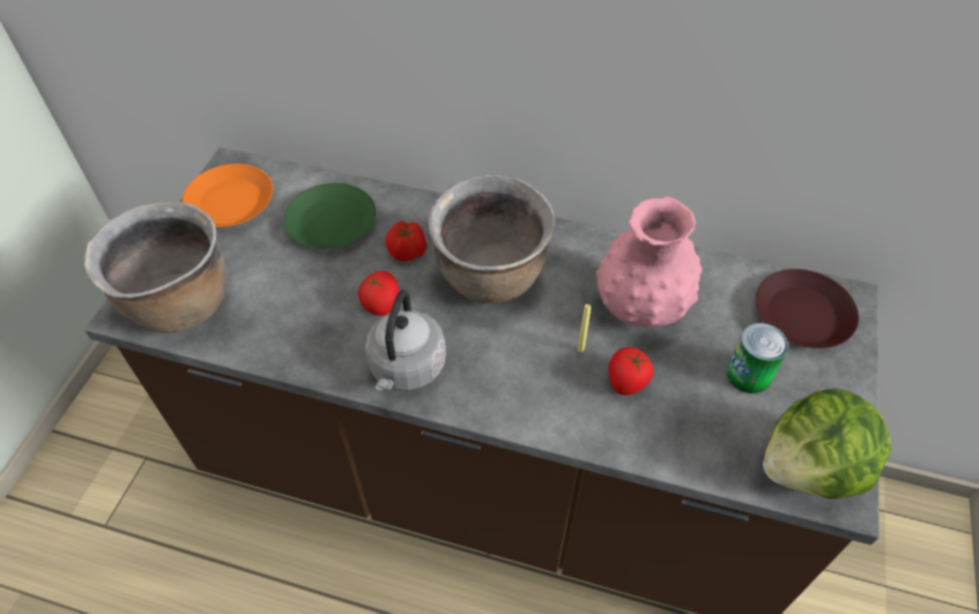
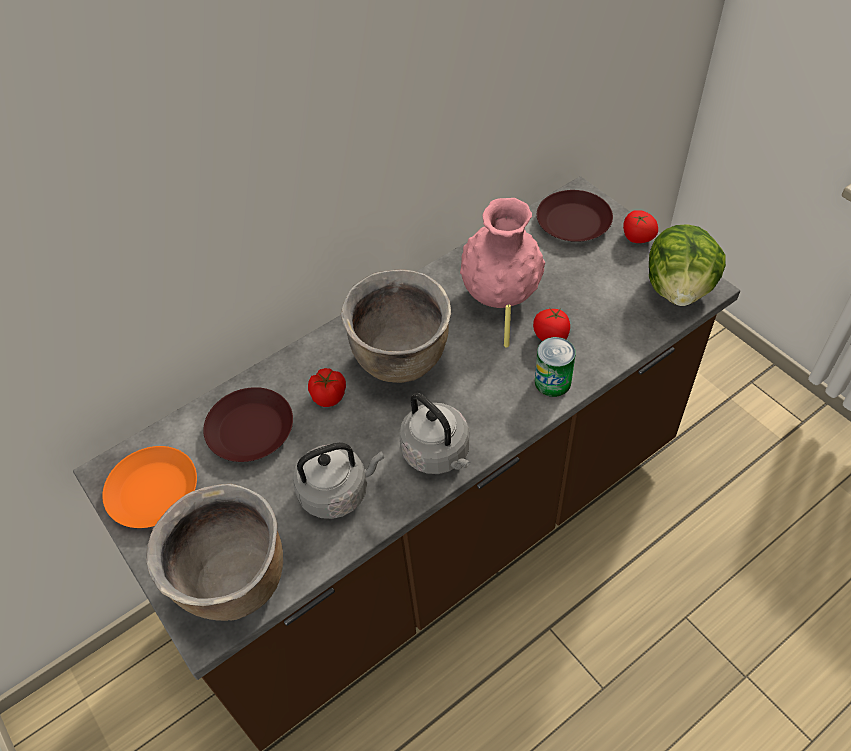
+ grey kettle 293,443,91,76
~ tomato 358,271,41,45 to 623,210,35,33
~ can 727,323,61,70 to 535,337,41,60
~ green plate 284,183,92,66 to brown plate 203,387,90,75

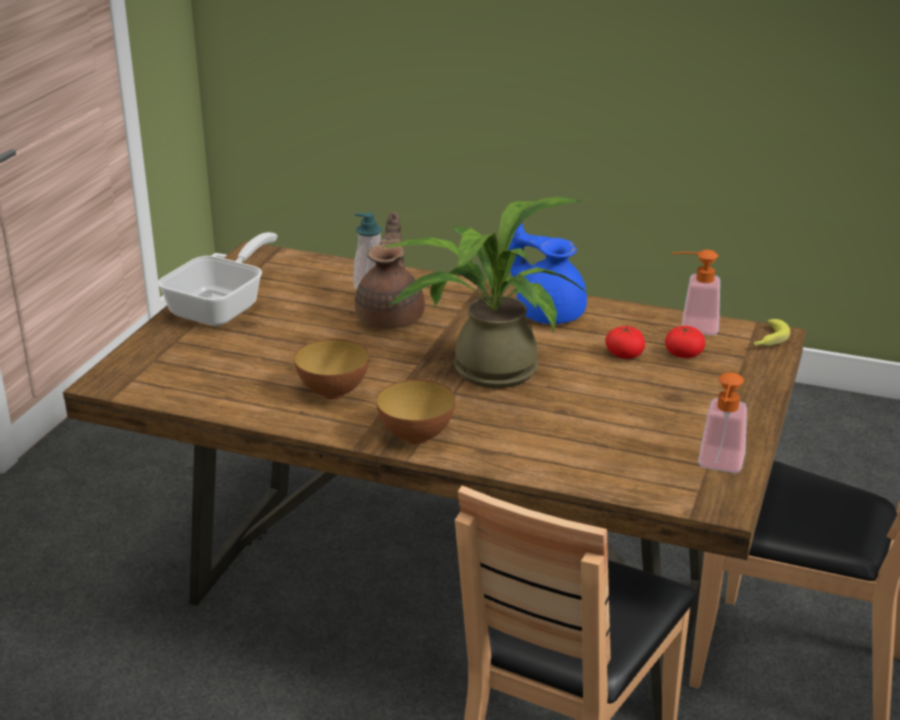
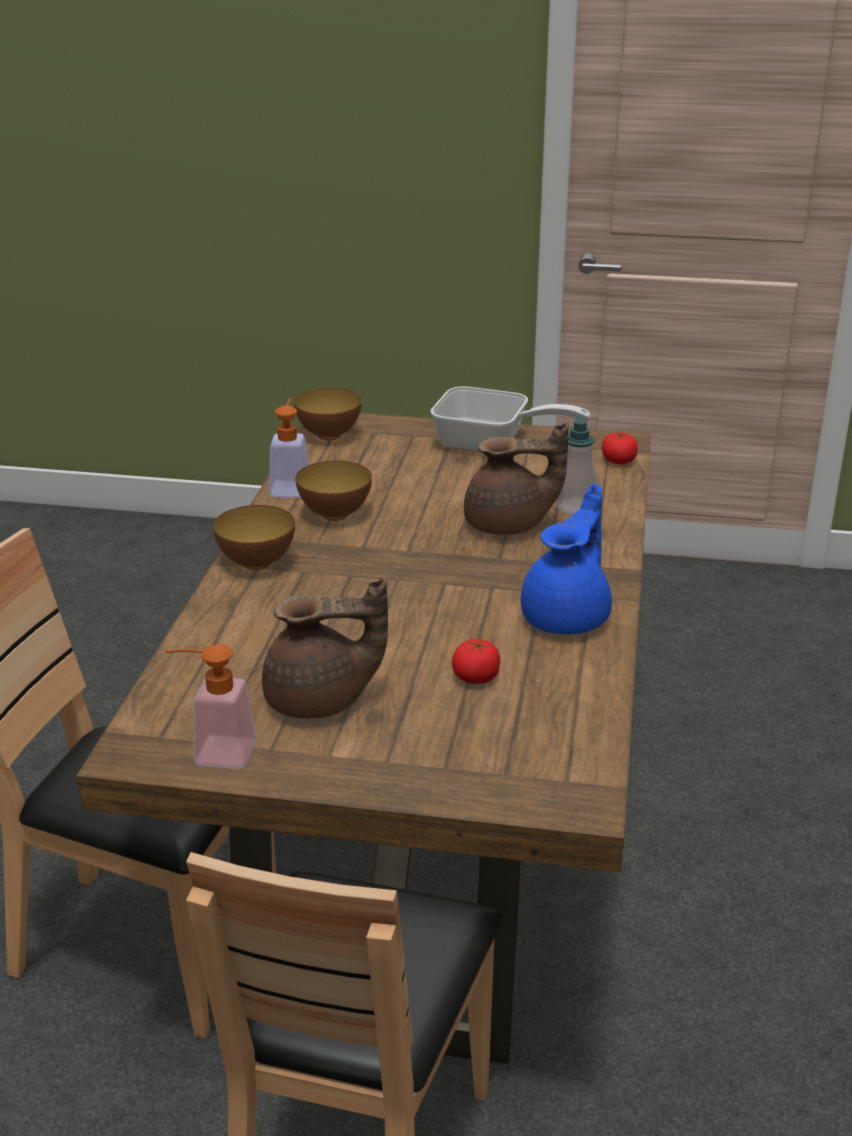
- potted plant 383,197,208,191
- banana 754,319,36,27
+ brown teapot 262,578,126,141
+ bowl 294,388,68,53
~ tomato 665,325,40,33 to 602,432,36,32
~ soap dispenser 672,250,48,85 to 269,398,40,100

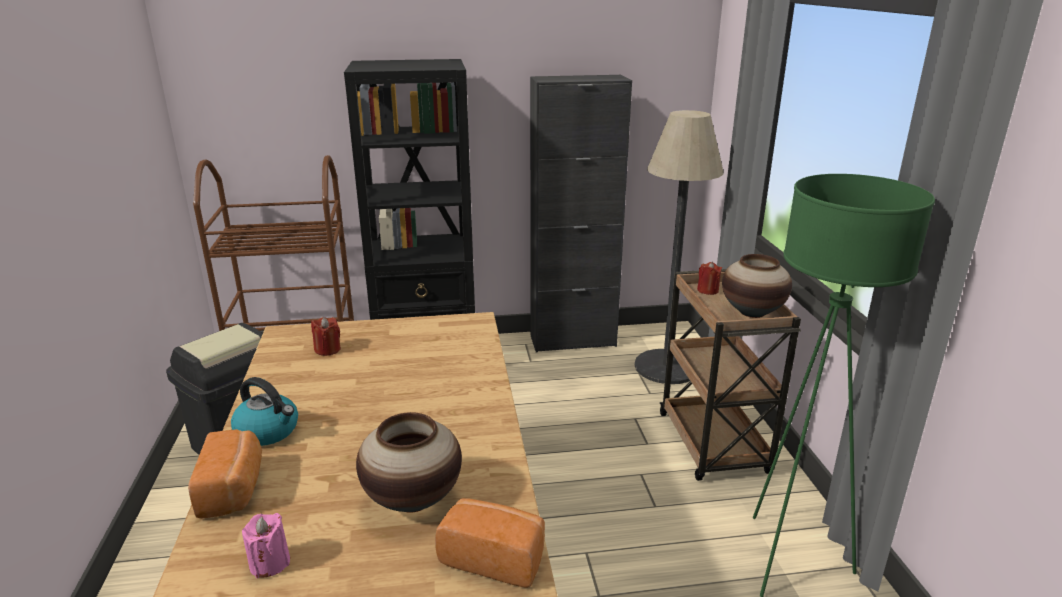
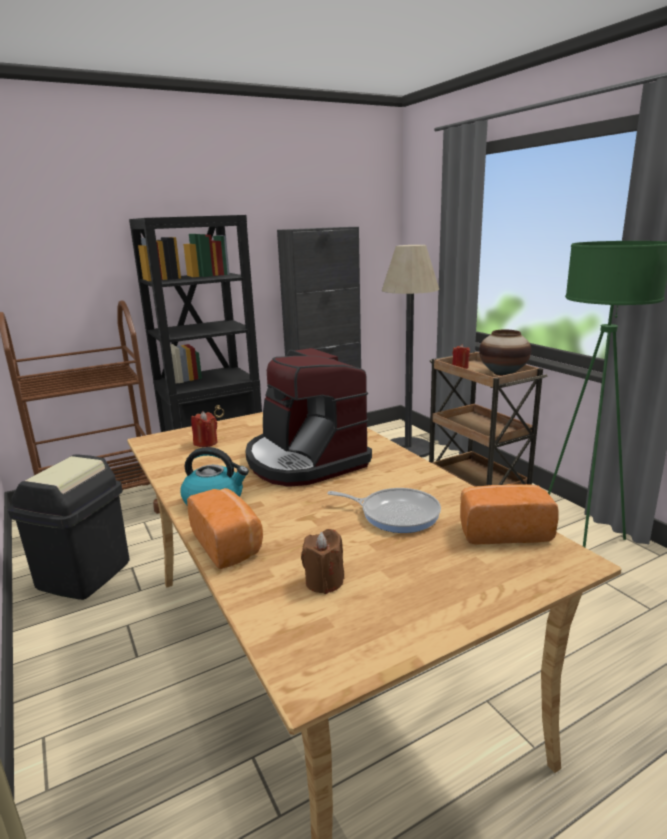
+ coffee machine 245,348,127,139
~ vase 356,412,106,101 to frying pan 327,488,114,45
~ pink candle 242,513,48,65 to brown candle 301,529,43,65

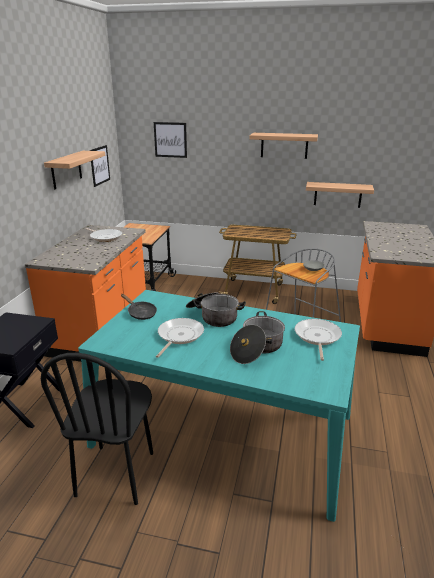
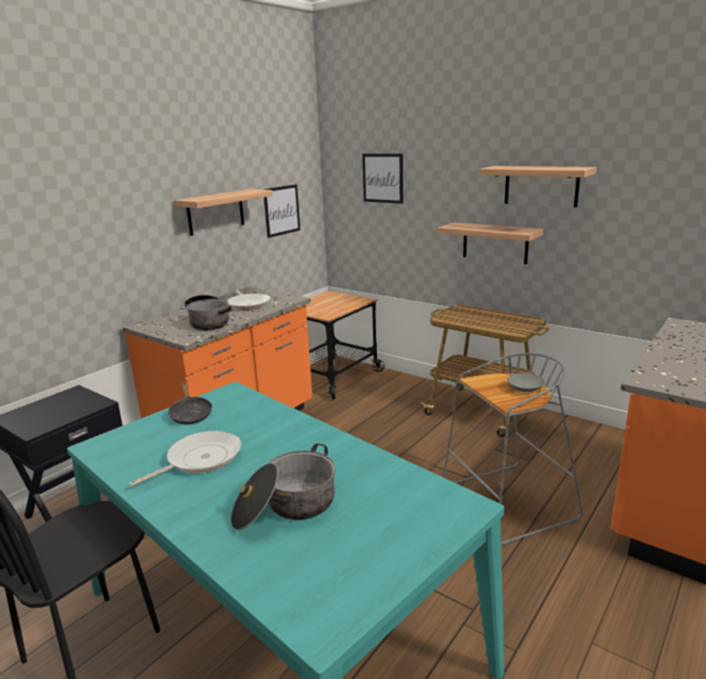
- frying pan 295,319,47,42
~ cooking pot 186,292,60,35 to 184,295,48,35
~ shelf 306,182,68,26 to 437,222,106,42

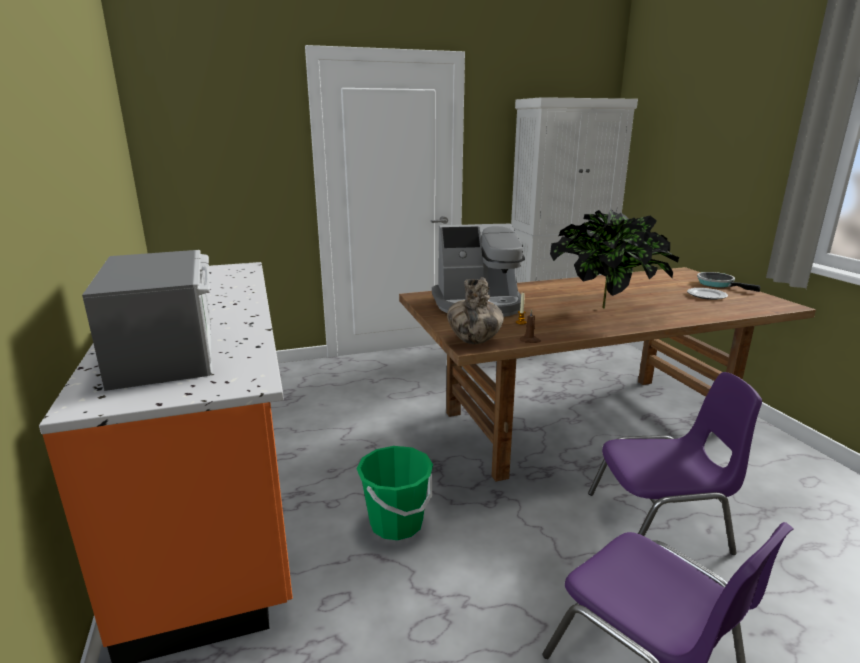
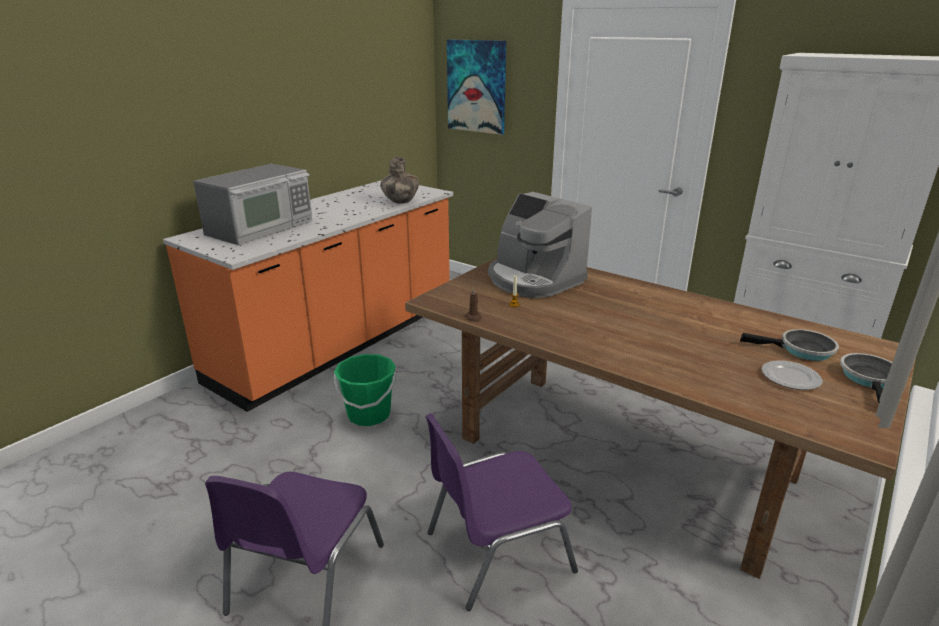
- potted plant 550,209,129,100
+ picture 447,39,59,96
+ frying pan 740,329,99,32
~ vase 447,277,57,67 to 380,156,39,48
~ purple chair 588,372,174,183 = 425,413,153,198 105 degrees clockwise

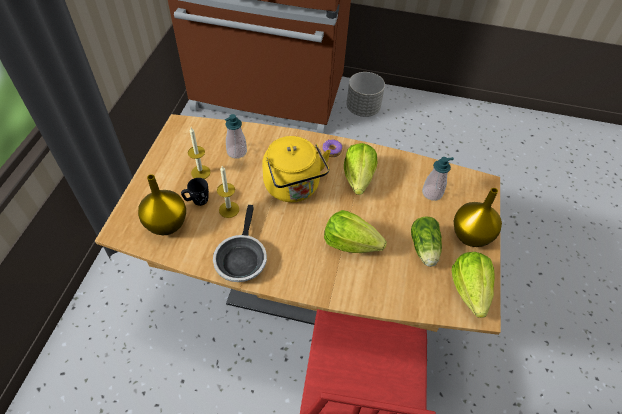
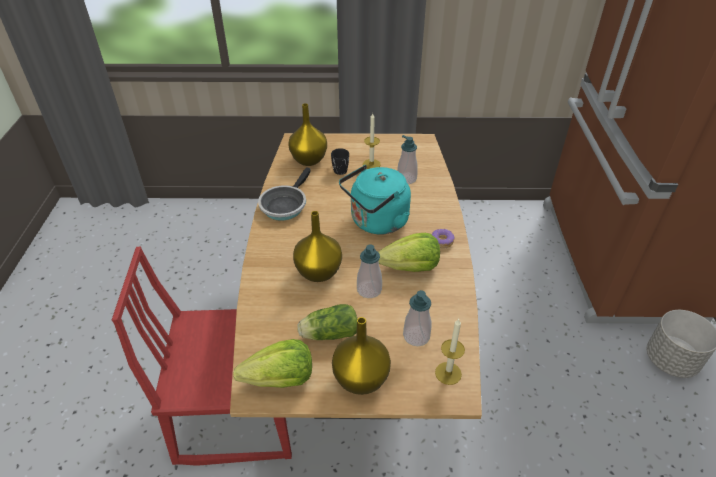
+ soap dispenser 357,244,25,54
~ candle 217,166,22,52 to 435,319,30,66
~ lettuce 324,210,63,43 to yellow vase 293,211,49,71
~ yellow kettle 262,136,69,66 to turquoise kettle 339,165,72,70
~ frying pan 213,205,54,77 = 258,167,53,54 60 degrees counterclockwise

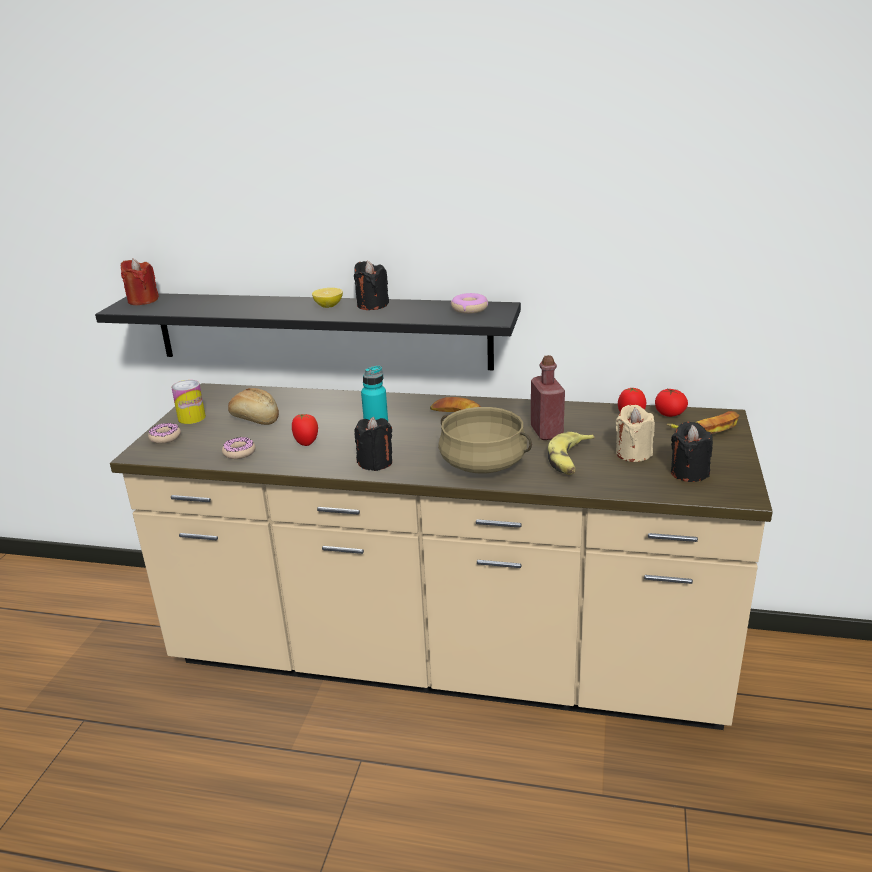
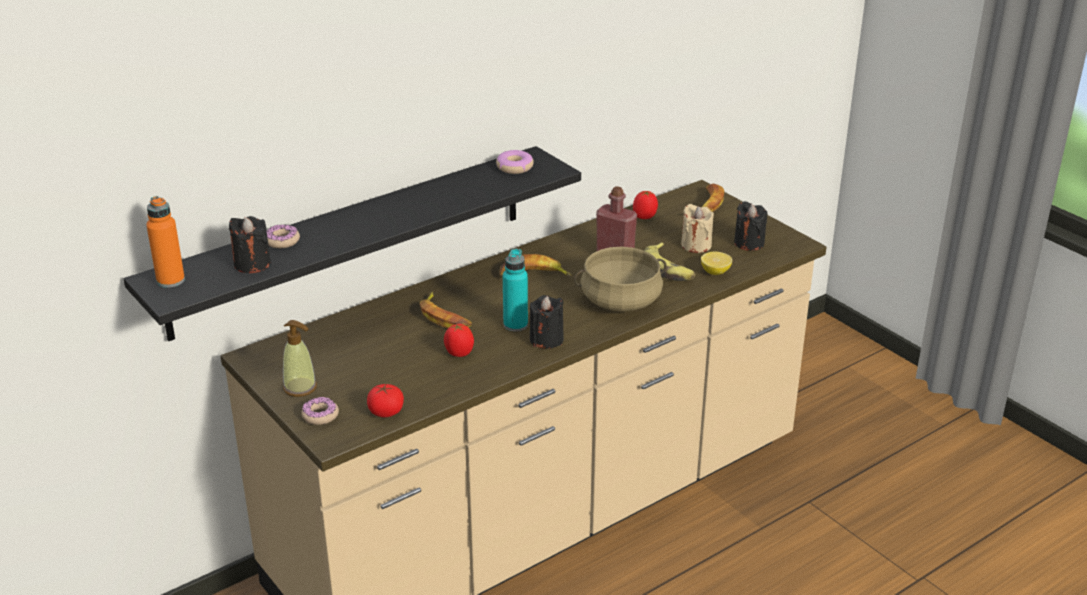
- bread 228,388,51,37
+ banana 420,292,52,36
~ donut 222,437,33,22 to 267,224,33,24
~ lemon 312,288,31,20 to 701,252,31,23
~ black candle 354,261,35,49 to 229,216,42,57
~ tomato 655,388,33,29 to 367,384,37,33
~ red candle 121,259,38,46 to orange bottle 146,196,39,92
~ can 171,380,35,44 to soap dispenser 283,320,34,77

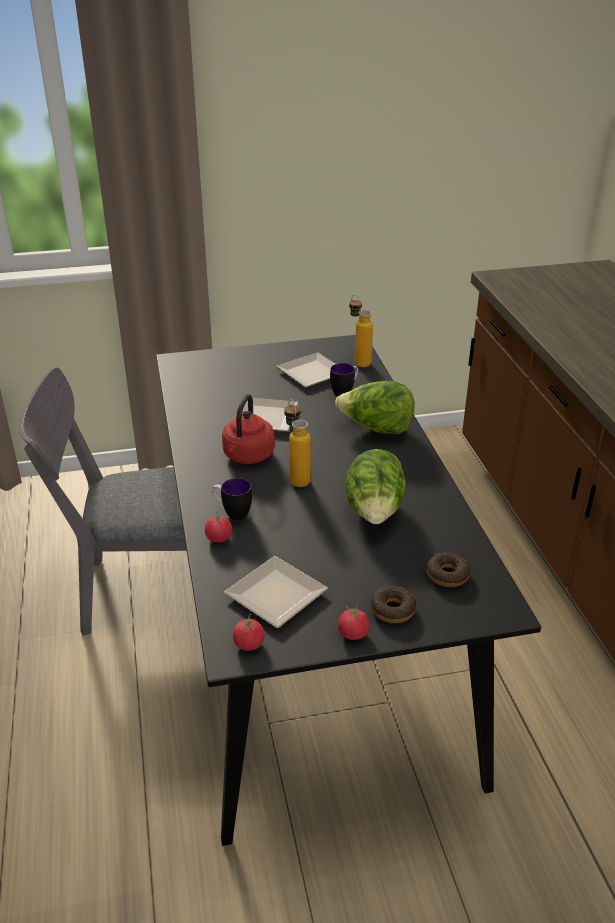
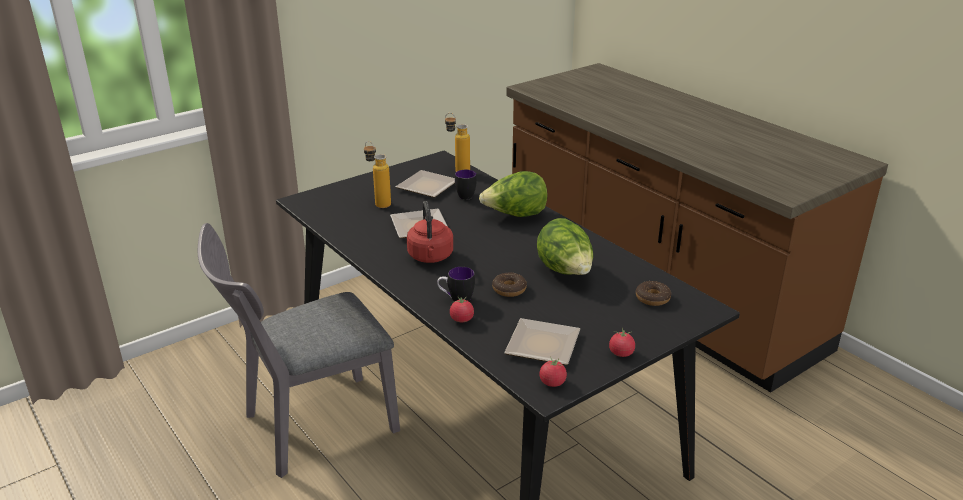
~ bottle 284,399,27,88 to 364,141,27,67
~ donut 371,586,45,37 to 492,272,35,25

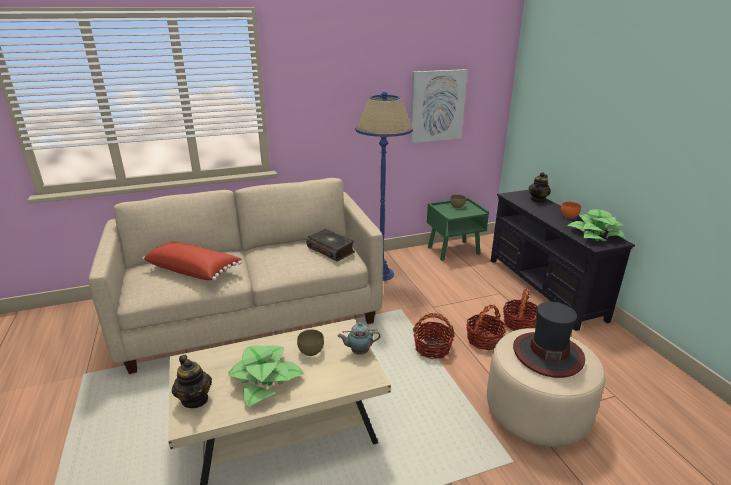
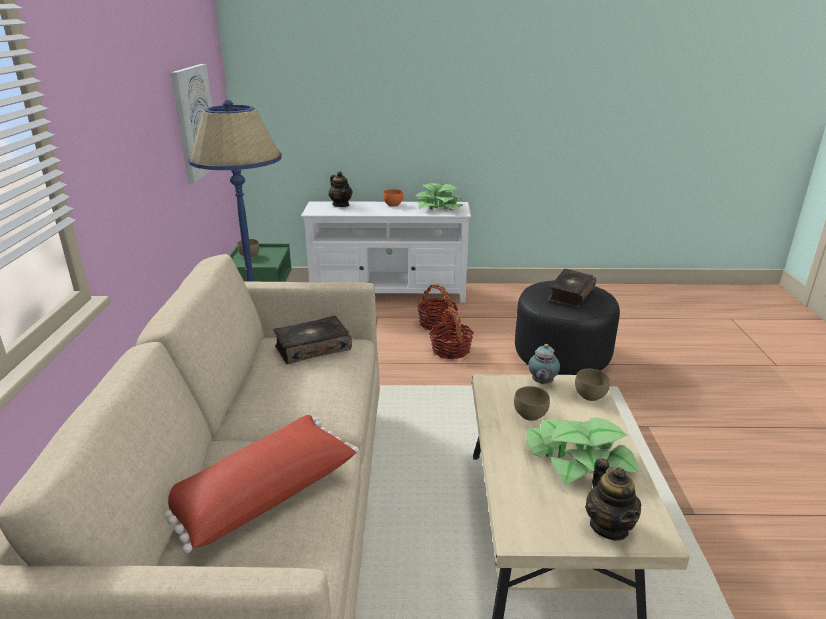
- basket 413,313,42,46
+ brown bowl 575,369,35,32
~ hat 513,302,72,76 to book 548,269,48,38
~ beige ottoman 487,328,118,119 to black ottoman 515,281,105,94
~ black tv stand 491,190,144,141 to white tv stand 301,201,170,102
~ teapot 172,355,40,53 = 585,458,56,83 90 degrees clockwise

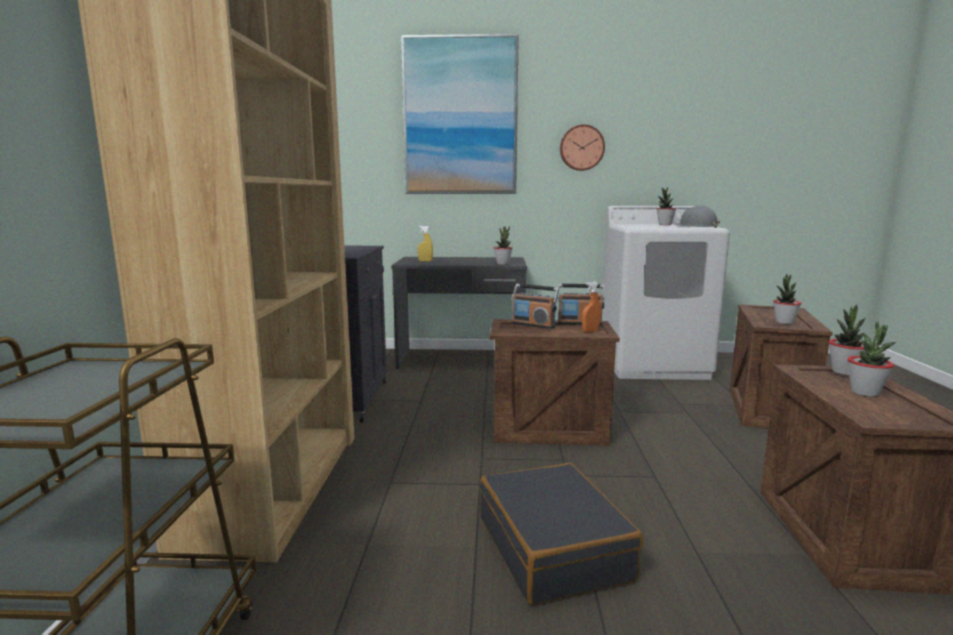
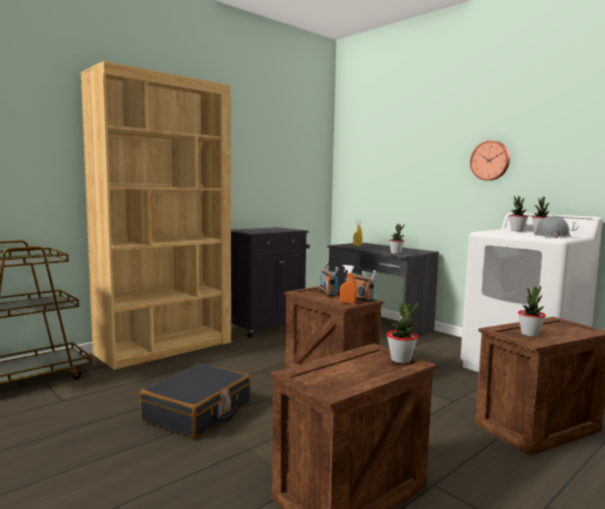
- picture 401,34,118,160
~ potted plant 847,322,49,75 to 509,196,19,35

